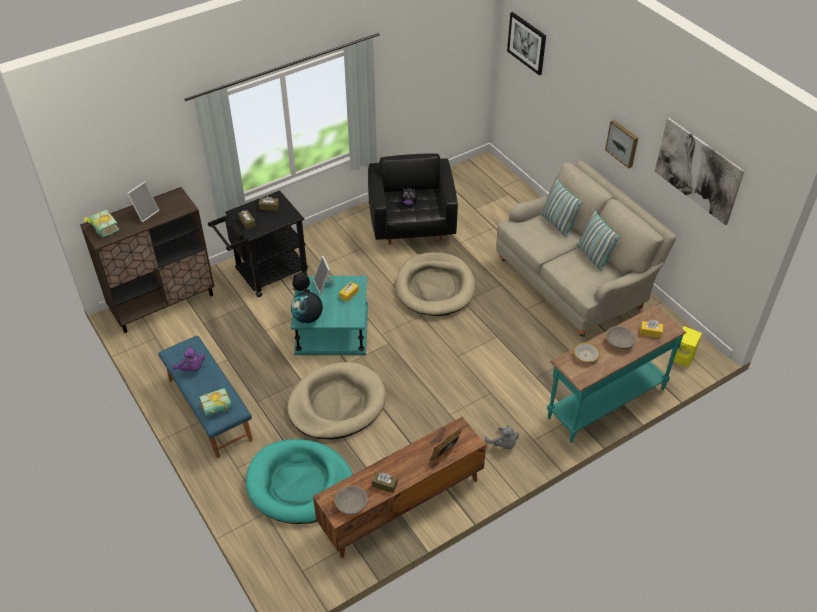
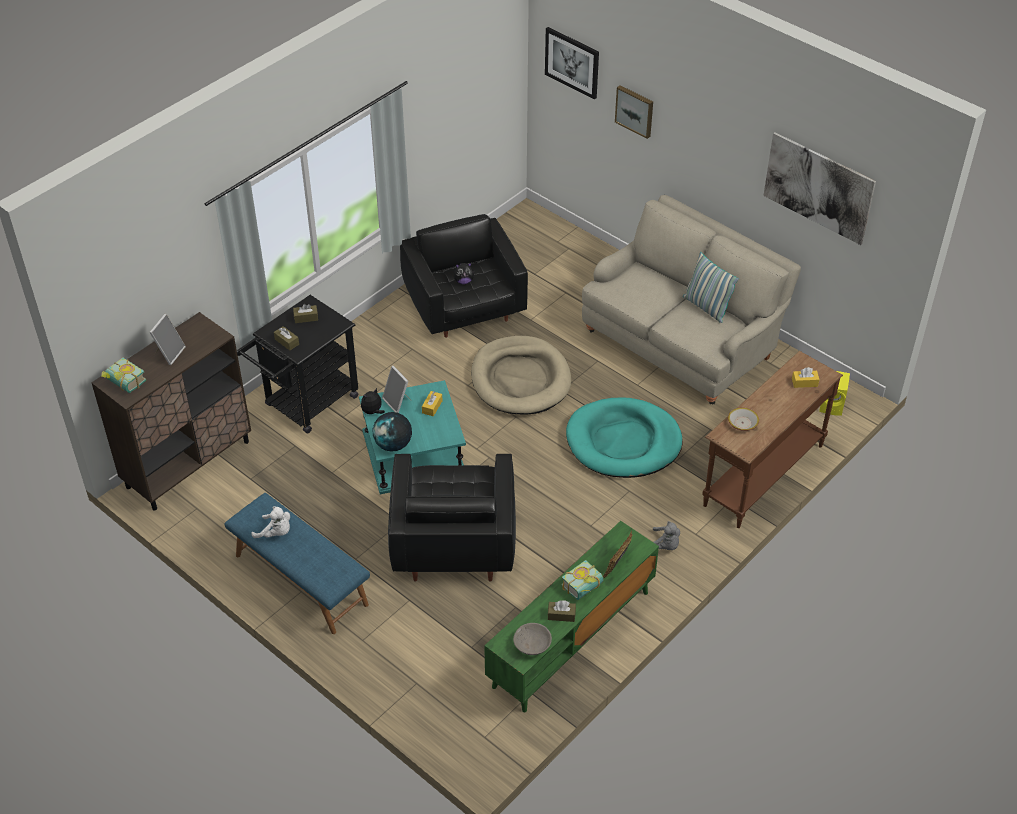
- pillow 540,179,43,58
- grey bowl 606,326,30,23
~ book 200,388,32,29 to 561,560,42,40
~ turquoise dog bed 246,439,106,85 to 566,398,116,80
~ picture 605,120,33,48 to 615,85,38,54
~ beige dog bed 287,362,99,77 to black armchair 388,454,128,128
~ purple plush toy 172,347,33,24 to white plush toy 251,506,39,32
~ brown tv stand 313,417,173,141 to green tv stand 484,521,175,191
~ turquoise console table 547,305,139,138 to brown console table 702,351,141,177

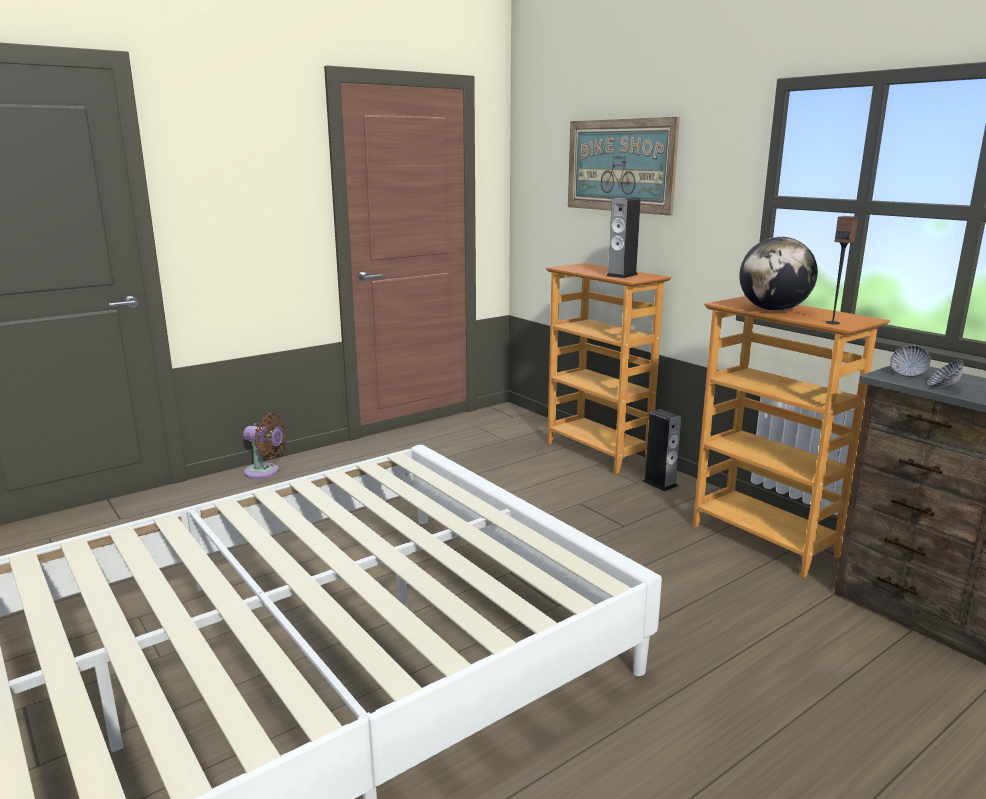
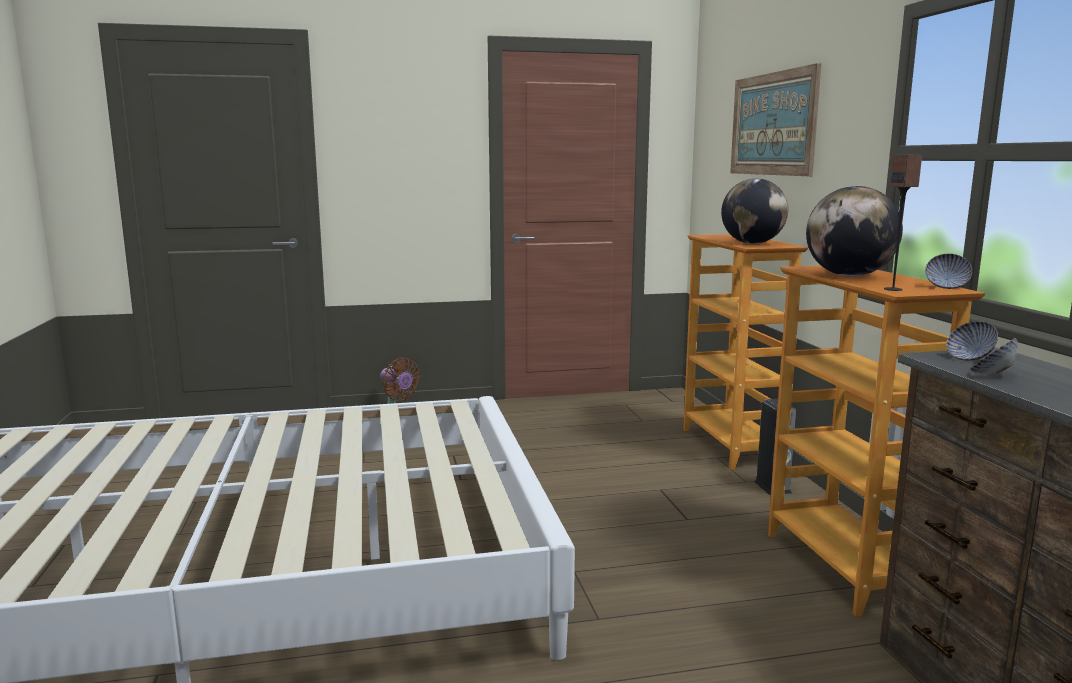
+ bowl 925,254,48,35
~ speaker 606,197,35,81 to globe 721,178,67,66

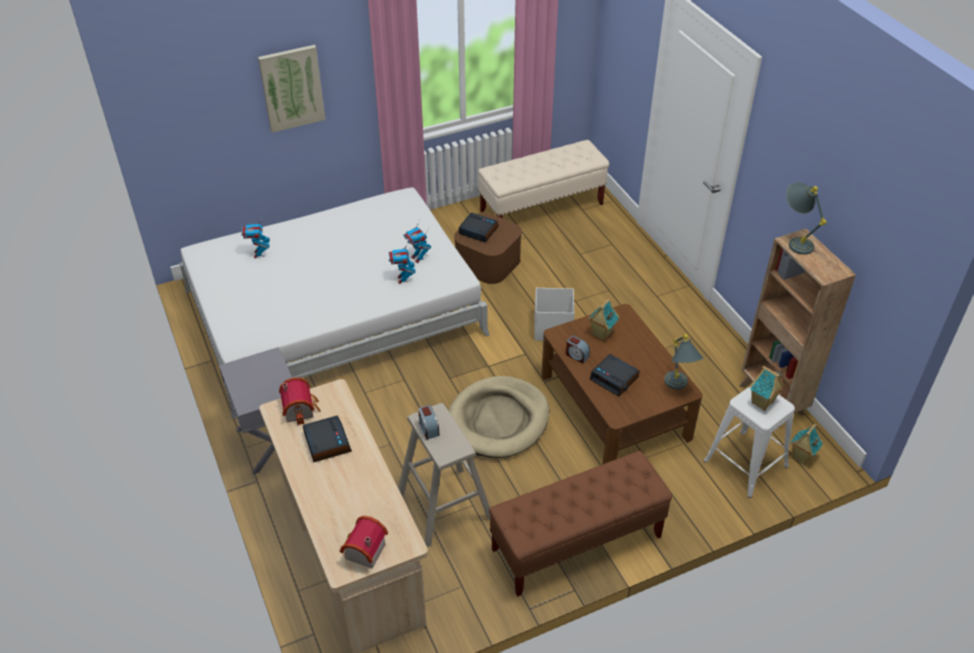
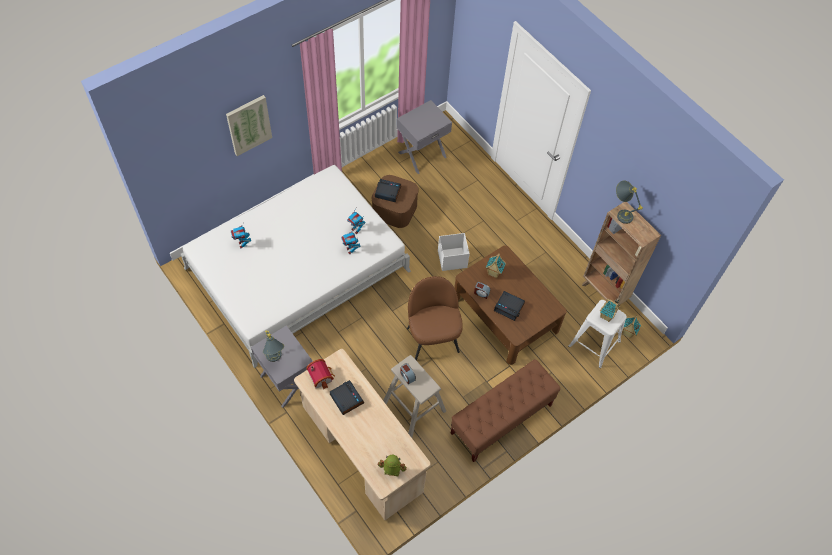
~ grey table lamp 664,334,40,55 to 263,330,21,32
~ toy house 340,516,48,52 to toy robot 378,455,29,21
~ beige dog bed 448,376,101,82 to brown chair 407,276,56,85
~ beige bench 478,140,131,78 to grey nightstand 397,100,55,74

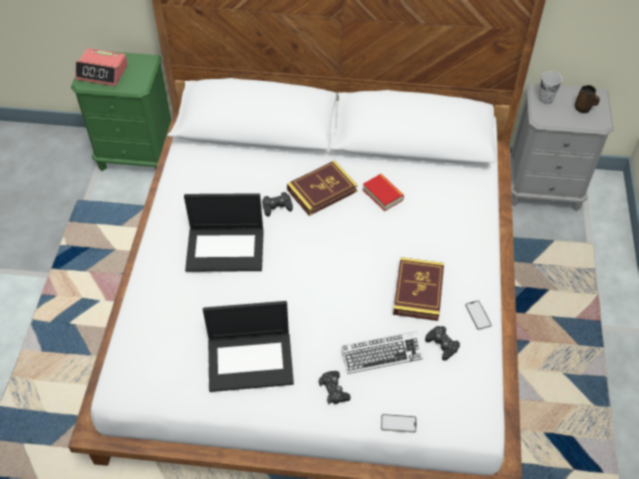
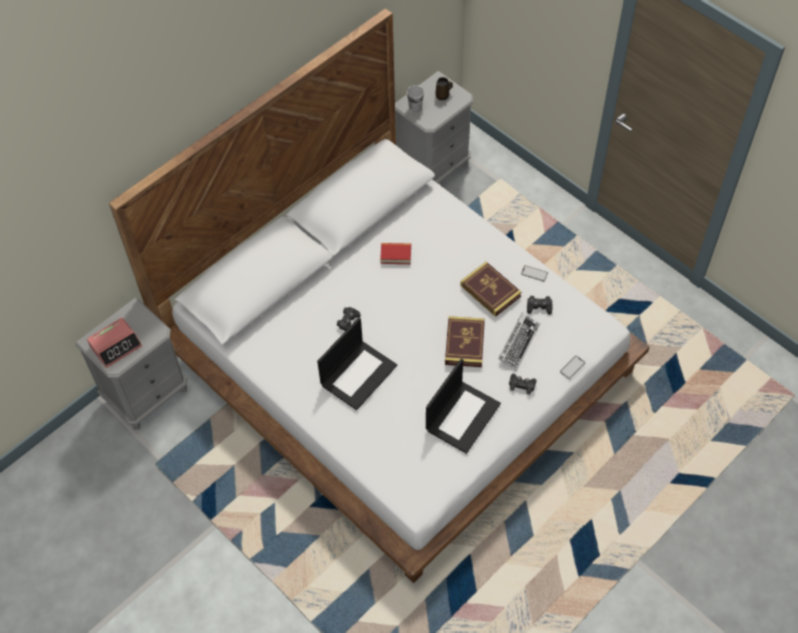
~ book 287,160,70,56 to 445,316,40,51
~ green nightstand 71,51,100,120 to grey nightstand 75,298,112,132

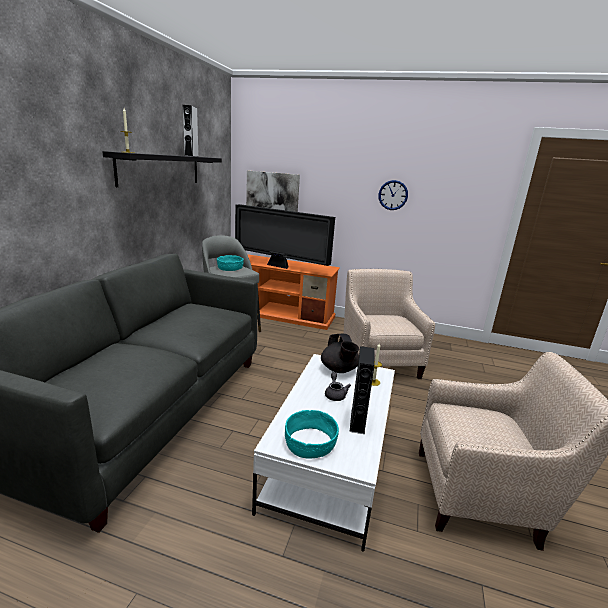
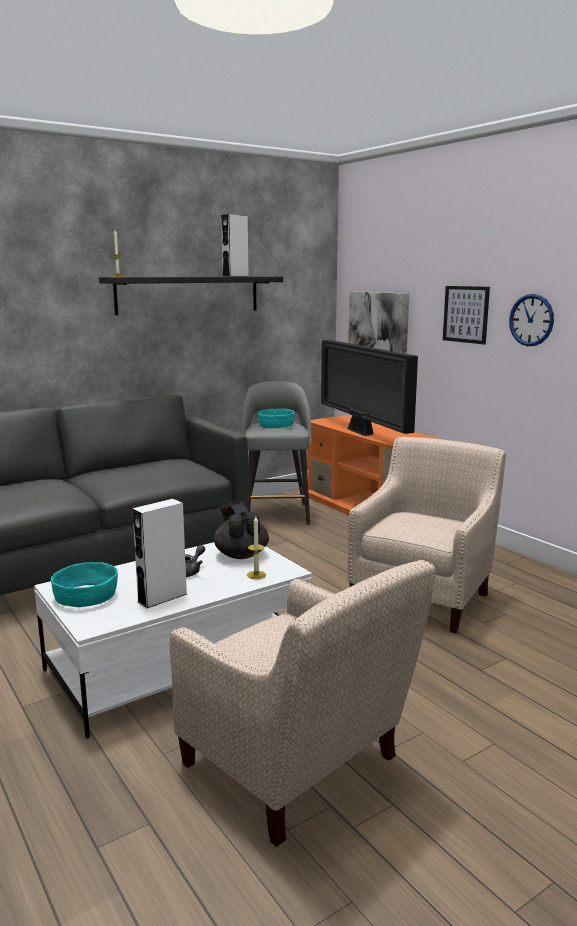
+ picture 443,286,47,59
~ black speaker 350,346,25,88 to white speaker 132,499,55,109
~ black teapot 321,334,38,39 = 214,501,55,58 135 degrees clockwise

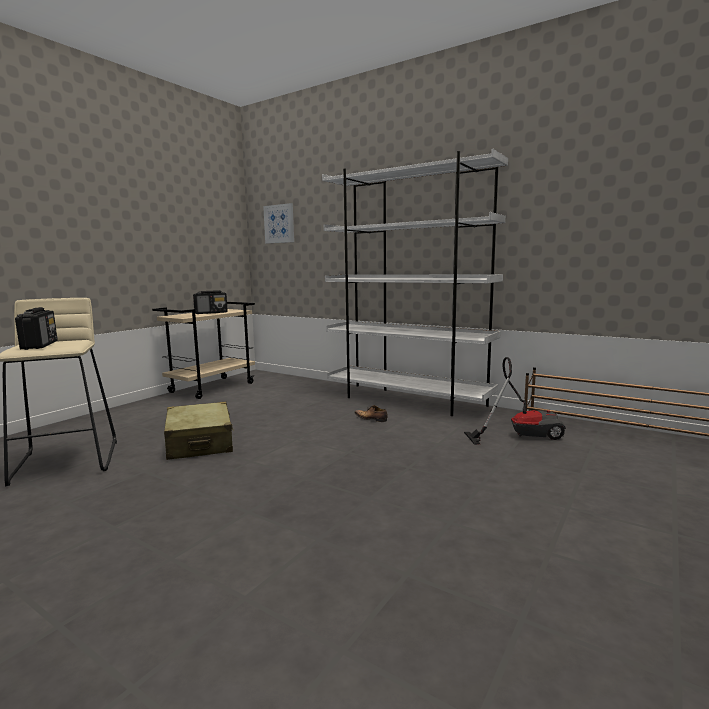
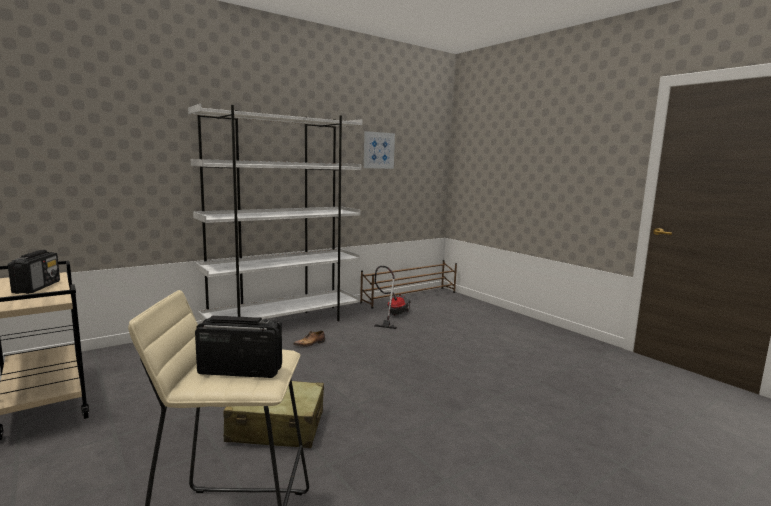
~ picture 263,203,31,40 to 364,131,31,38

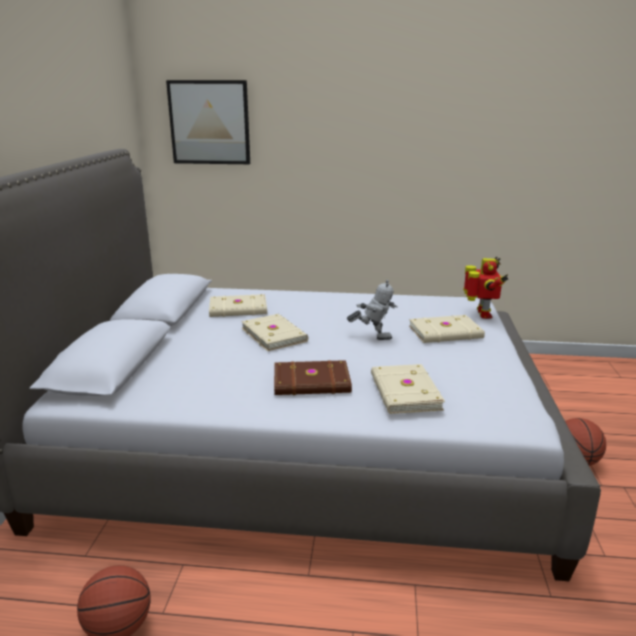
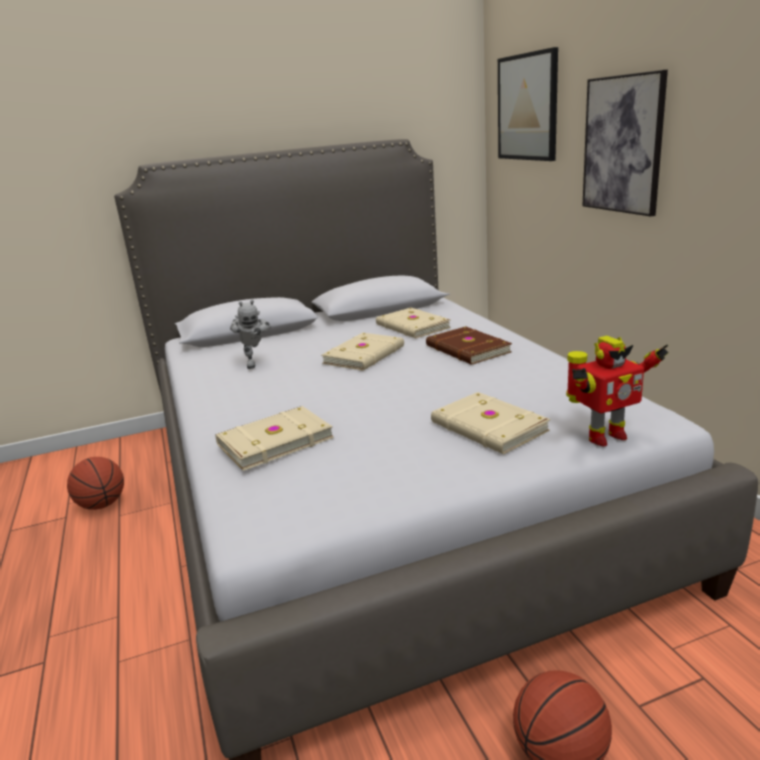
+ picture 582,70,86,146
~ brown book 274,360,78,35 to 426,326,86,39
~ toy robot 347,280,51,60 to 230,300,41,69

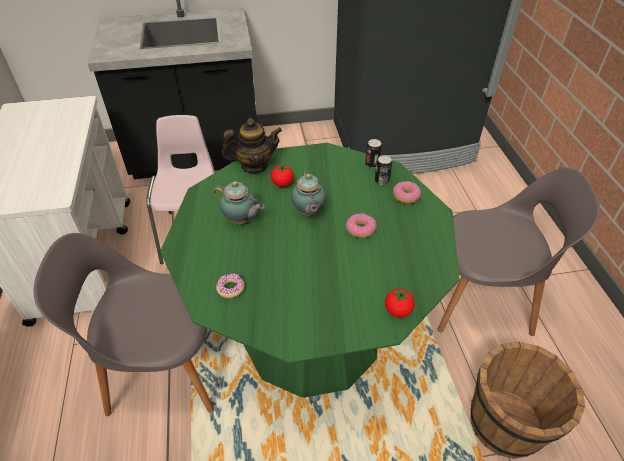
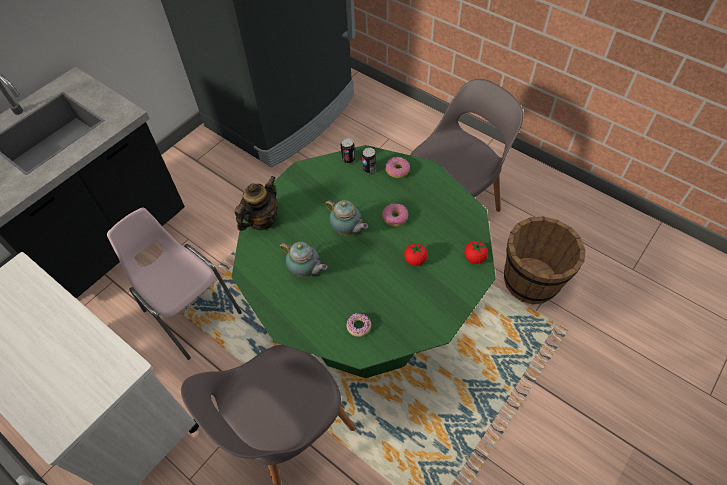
~ tomato 271,163,23,24 to 404,242,24,24
~ teapot 213,181,52,43 = 280,242,47,36 45 degrees clockwise

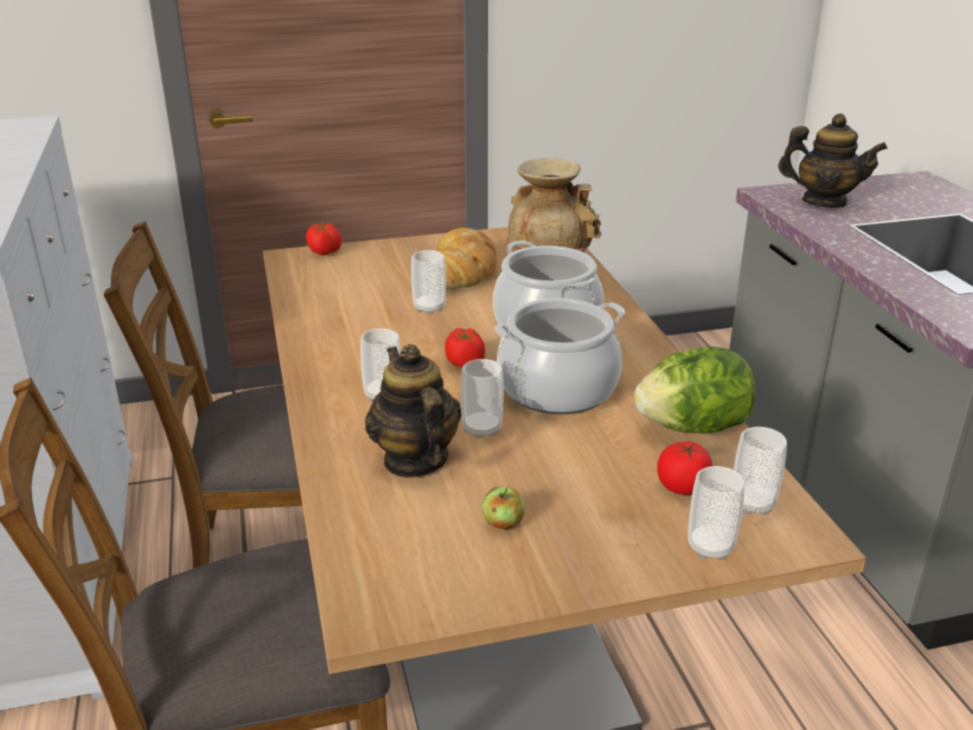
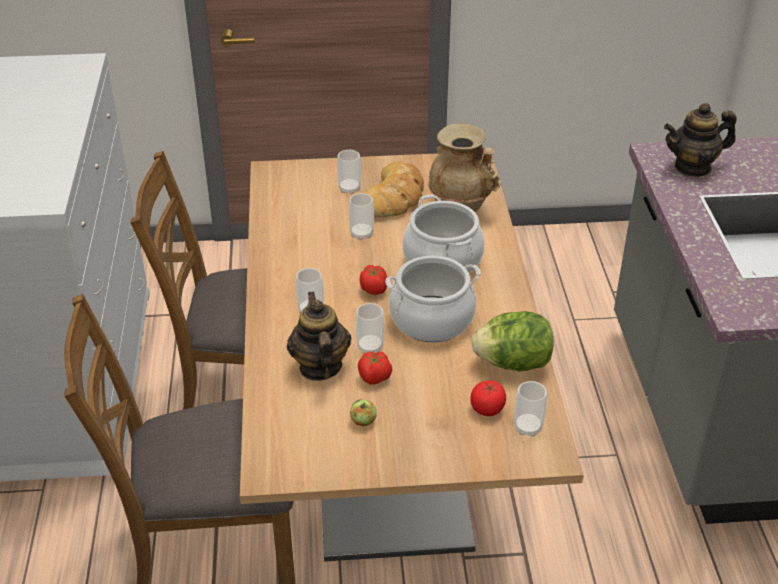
~ tomato 306,223,36,33 to 358,350,34,35
~ cup 688,466,57,94 to 337,150,24,44
~ teapot 778,114,109,94 = 664,103,73,74 135 degrees clockwise

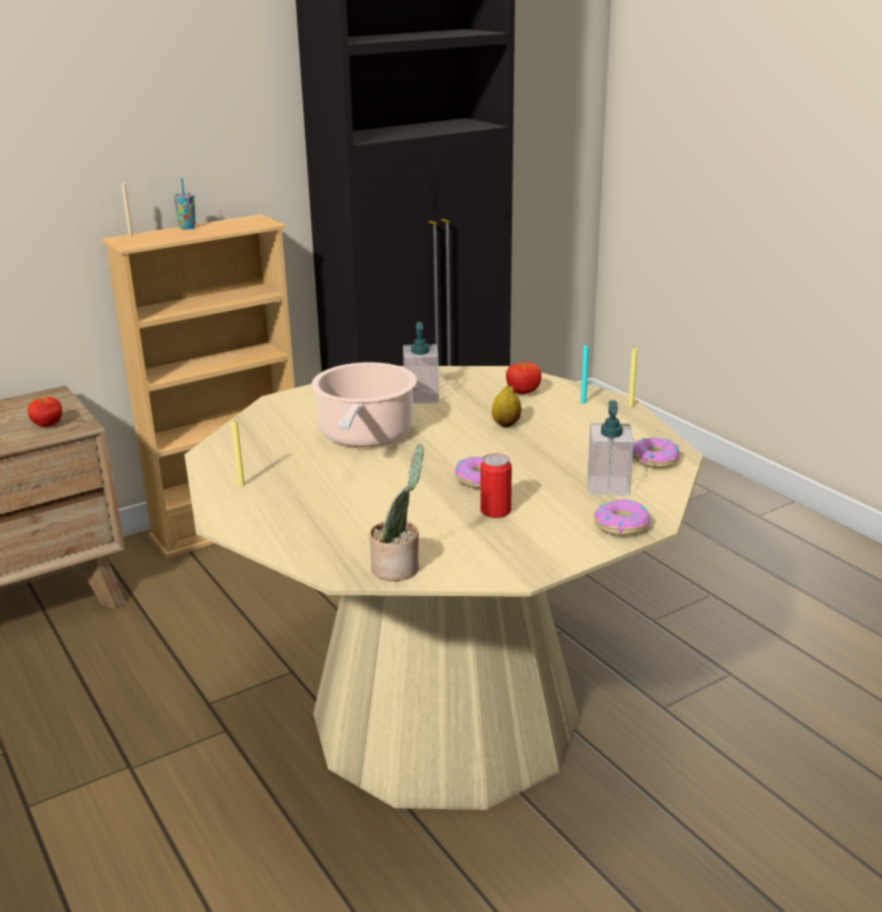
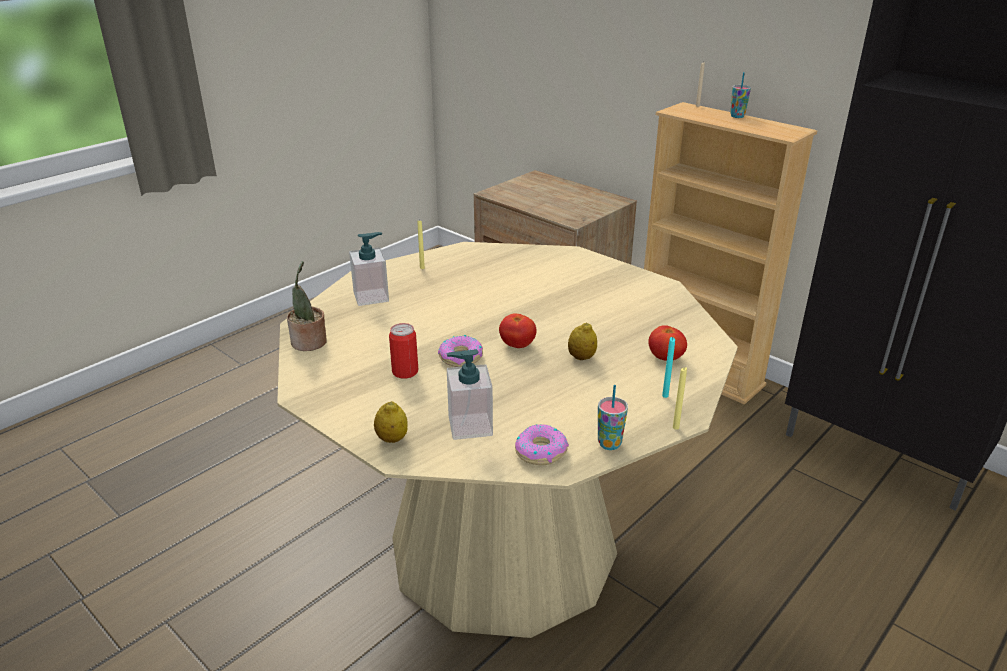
- cooking pot 311,362,106,85
+ cup 598,385,30,65
~ tomato 28,397,34,30 to 499,313,37,35
~ soap dispenser 403,322,36,82 to 349,232,40,74
~ donut 594,499,56,37 to lemon 374,401,34,42

